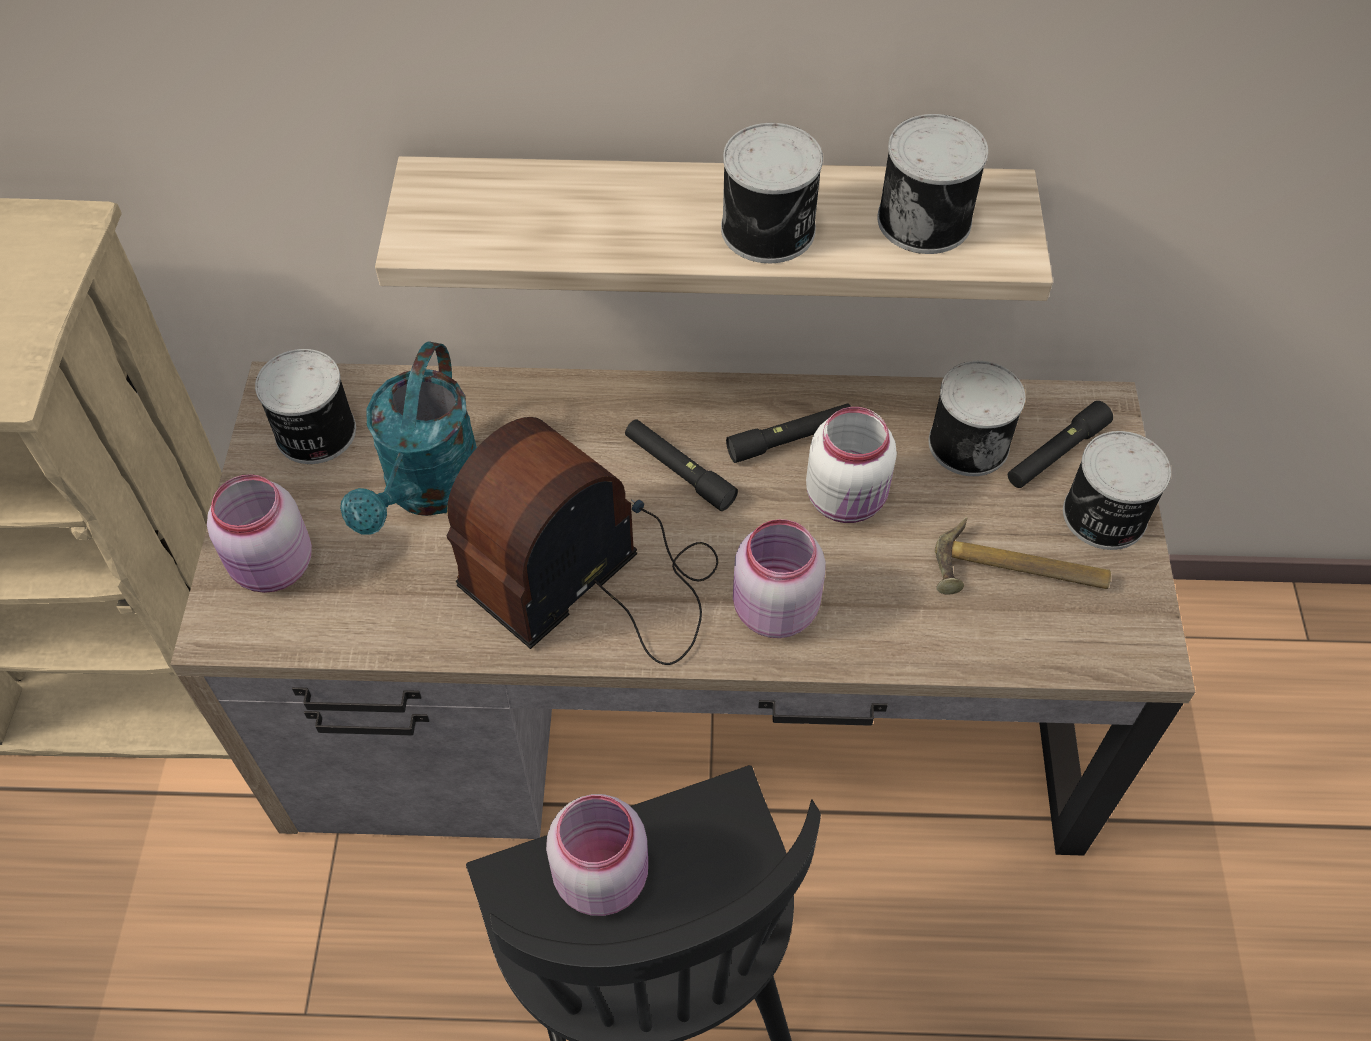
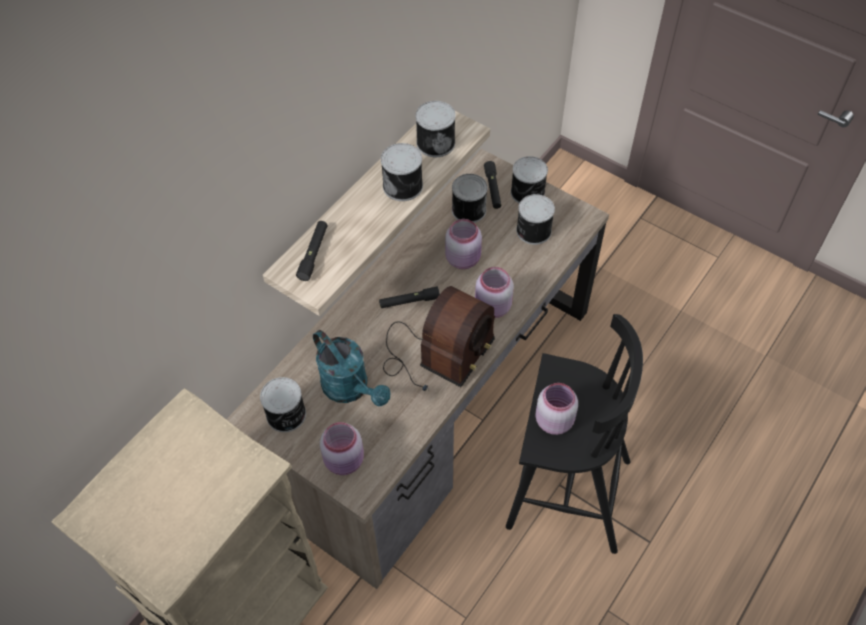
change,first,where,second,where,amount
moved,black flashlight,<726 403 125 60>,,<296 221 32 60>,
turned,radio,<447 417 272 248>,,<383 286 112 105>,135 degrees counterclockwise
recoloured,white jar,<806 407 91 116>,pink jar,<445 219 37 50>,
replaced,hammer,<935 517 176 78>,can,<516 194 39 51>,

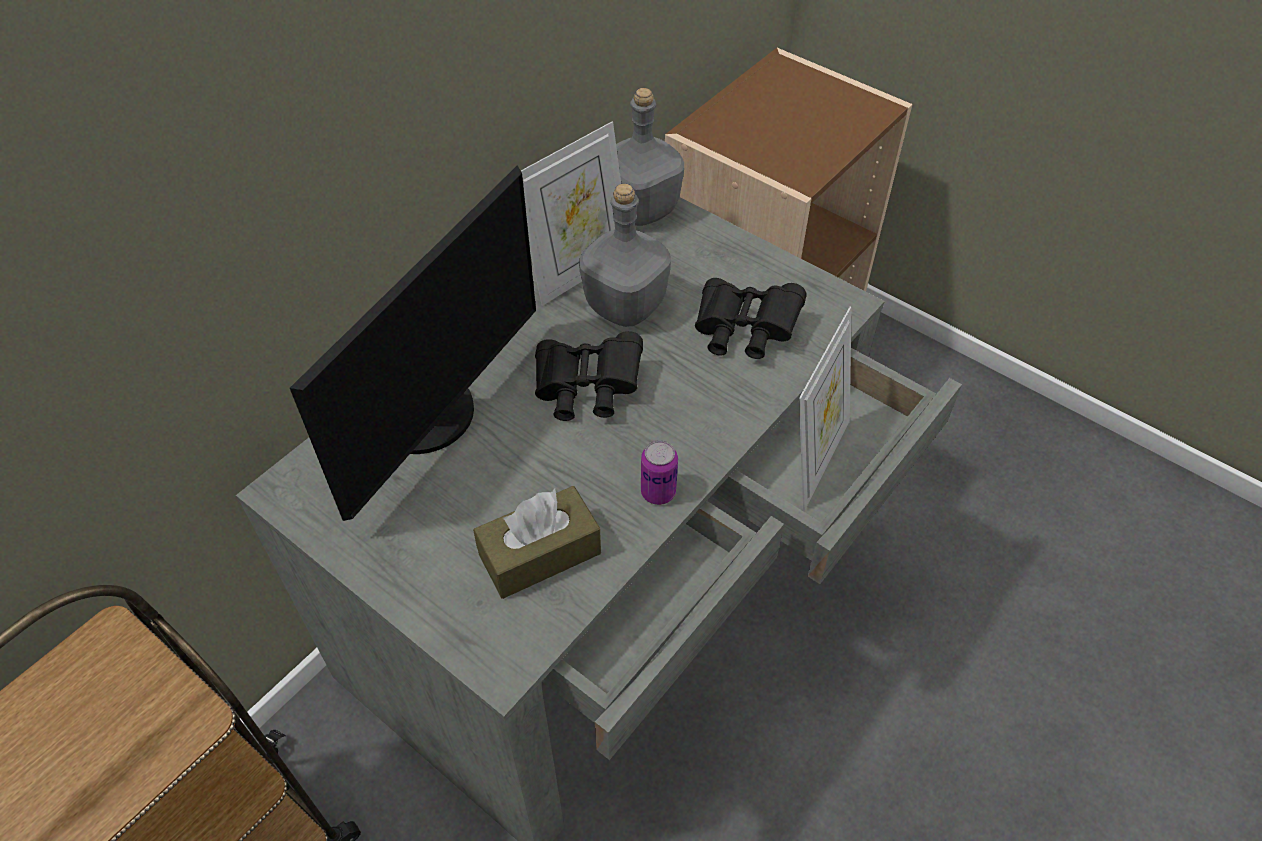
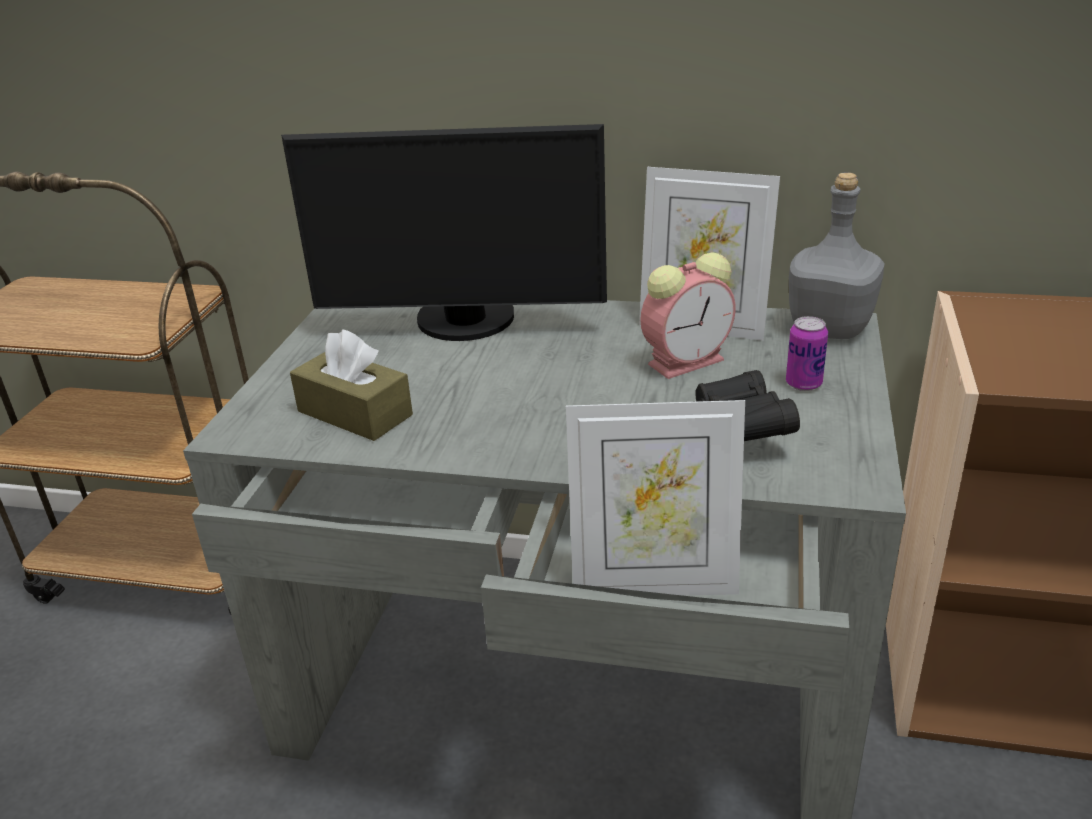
change,first,where,second,where,amount
replaced,grey bottle,<579 184 92 143>,alarm clock,<640 252 96 127>,
moved,can,<641 440 37 65>,,<786 316 42 75>,
removed,black binoculars,<535 331 108 90>,,,

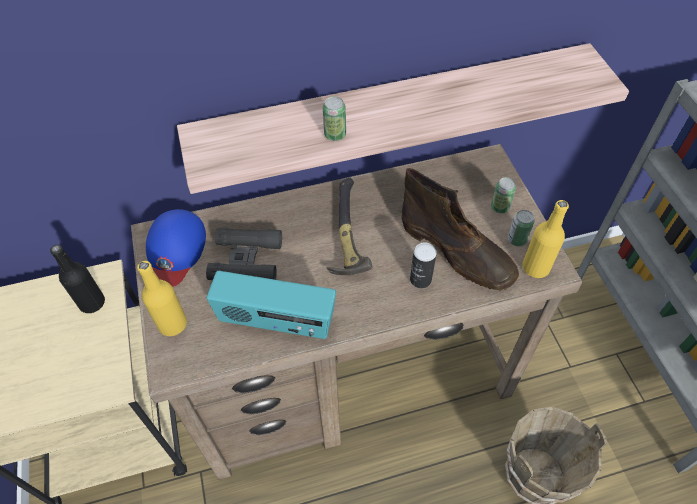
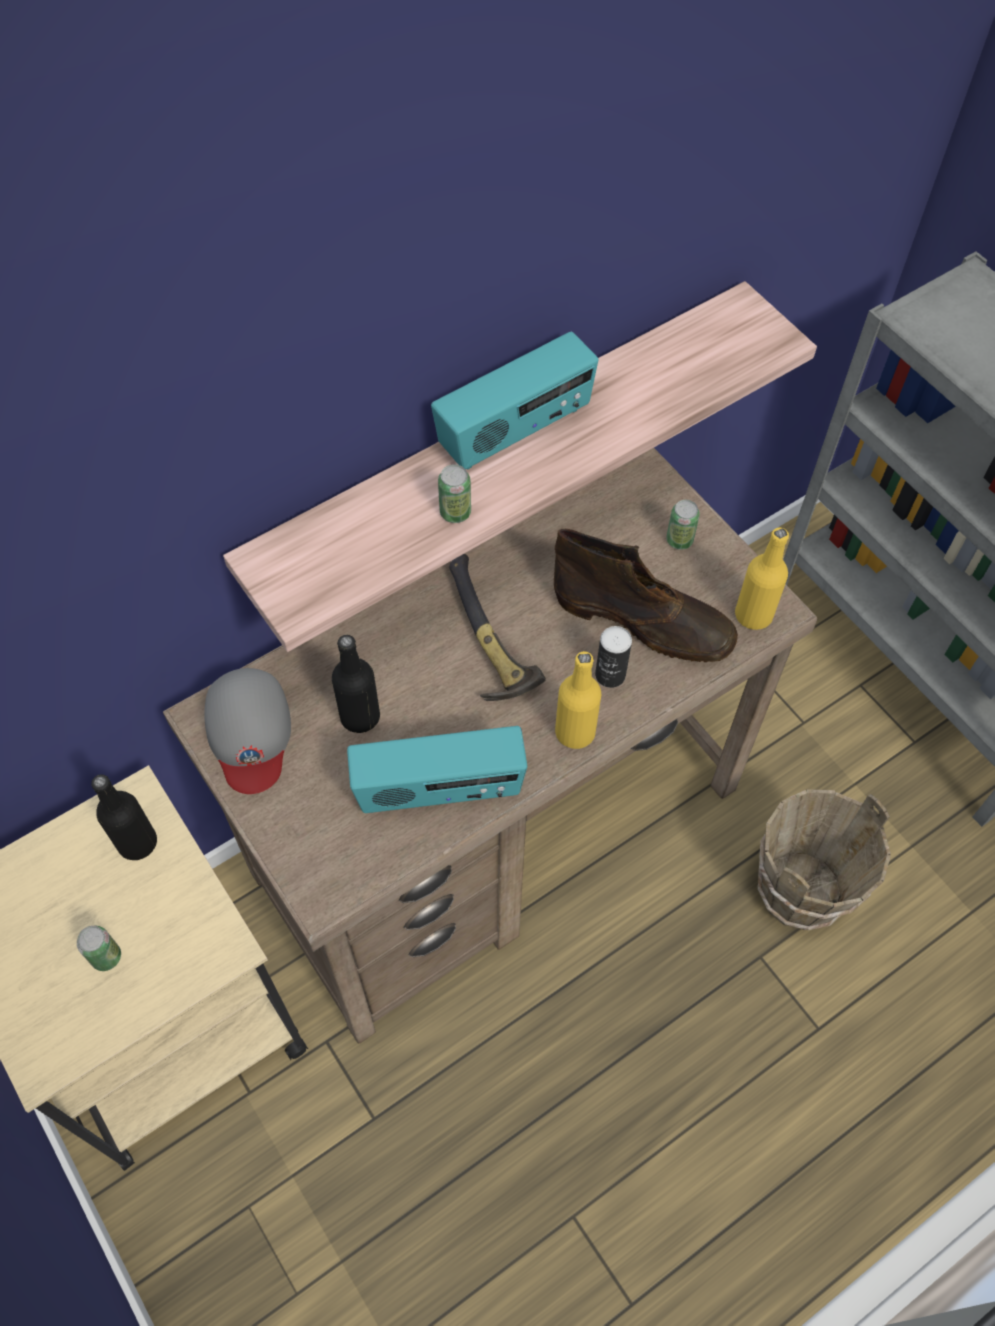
change,first,where,second,where,amount
moved,can,<508 210 27 36>,,<77 925 44 46>,
recoloured,blue cap,<146 209 60 78>,grey cap,<204 668 87 126>,
replaced,black binoculars,<206 228 76 53>,black bottle,<332 635 48 98>,
added,,,radio,<431 332 167 137>,
moved,yellow bottle,<137 261 50 75>,,<555 651 46 98>,

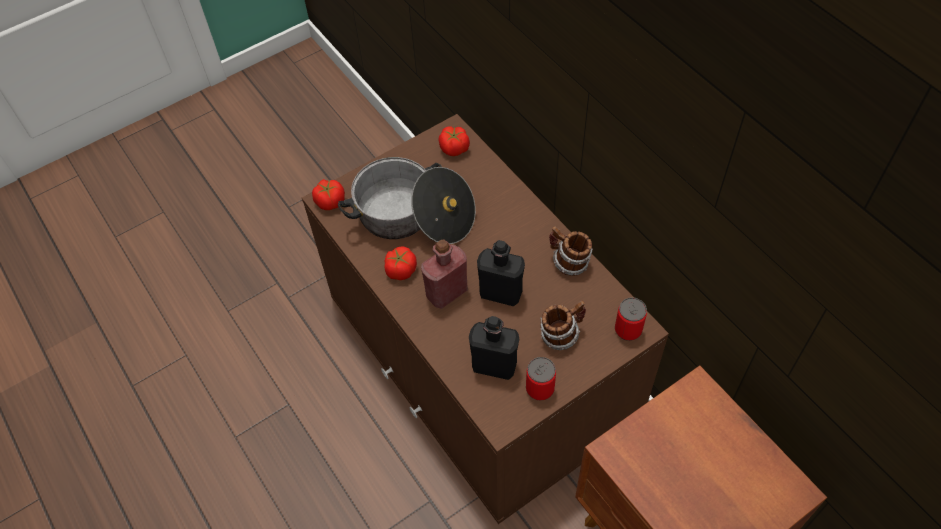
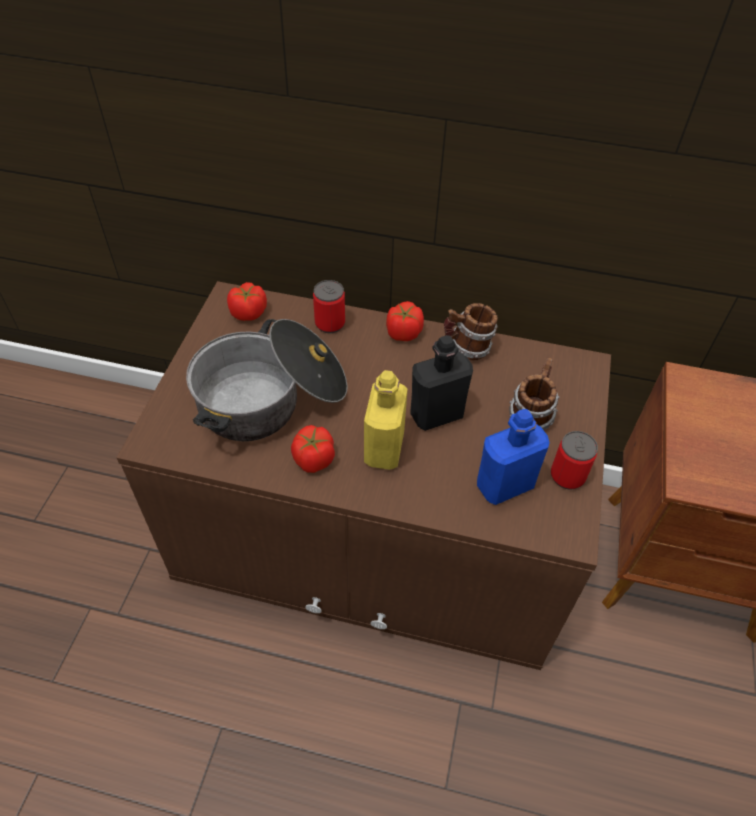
change,first,where,second,where,amount
moved,can,<615 297 32 44>,,<313 280 32 53>,
recoloured,red bottle,<421 240 47 69>,yellow bottle,<364 370 44 100>,
moved,tomato,<312 179 33 31>,,<386 301 38 40>,
recoloured,black bottle,<469 316 50 64>,blue bottle,<477 409 73 96>,

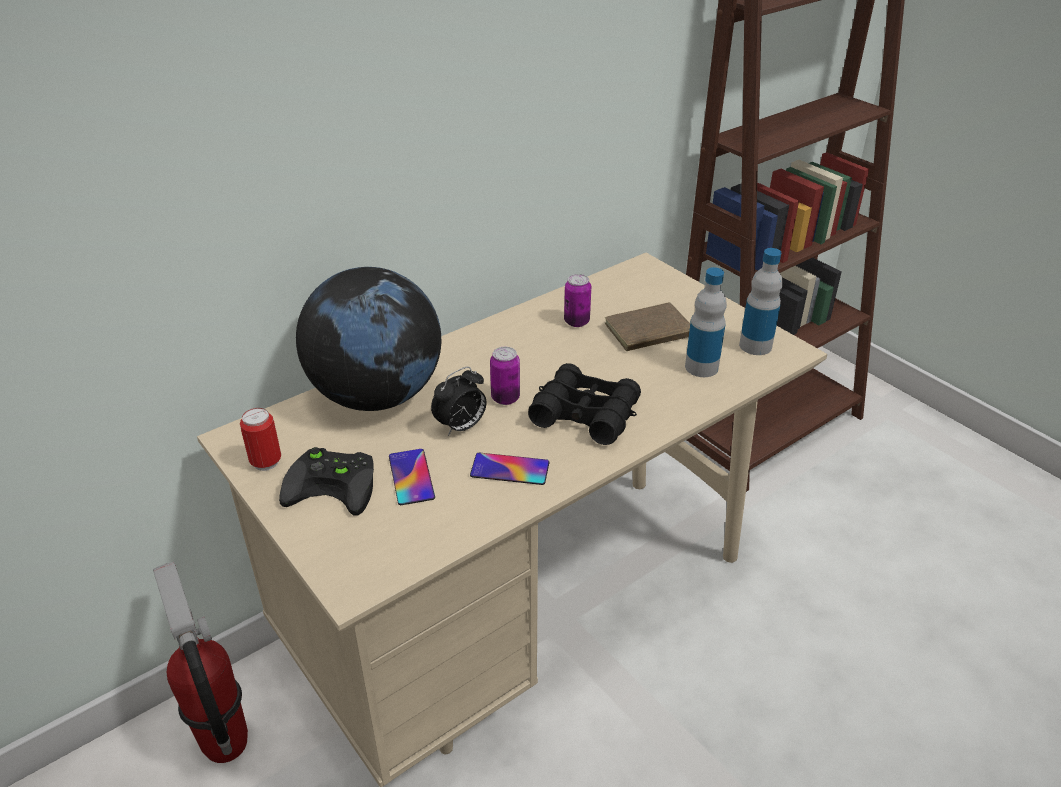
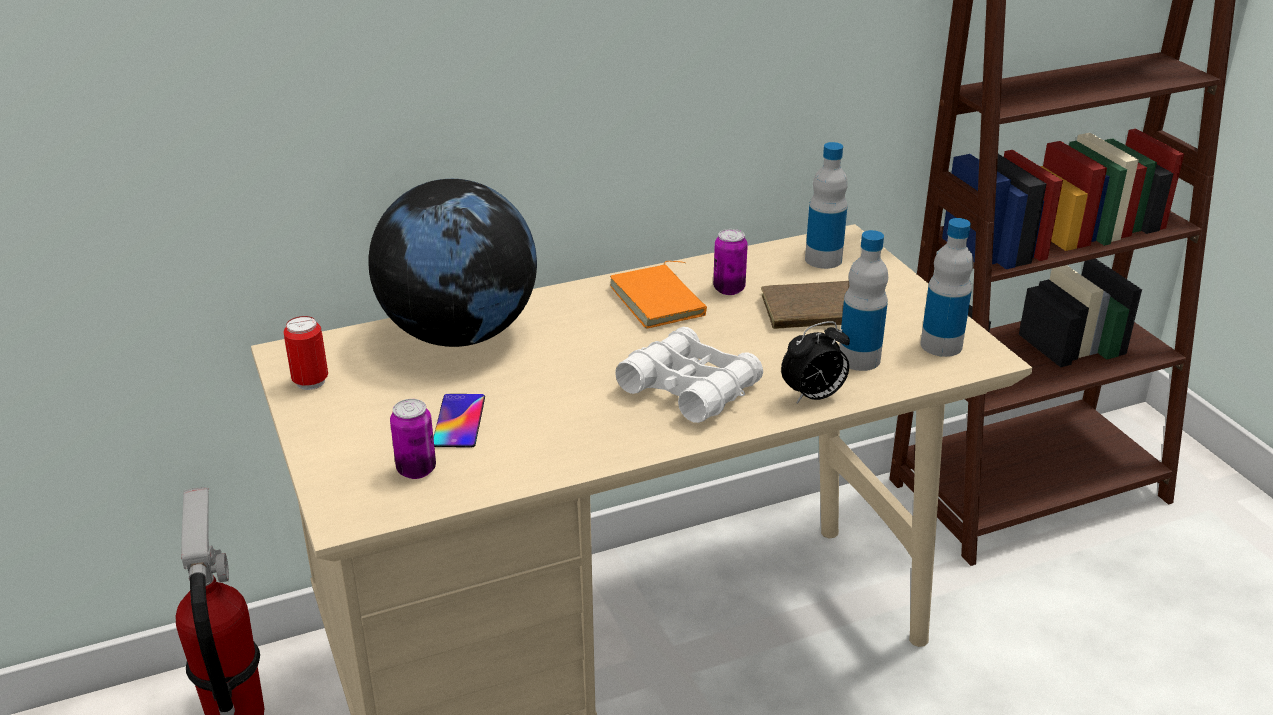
change,first,where,second,where,amount
moved,can,<490 347 30 58>,,<390 399 46 80>,
added,,,orange book,<610 261 97 68>,
recoloured,black binoculars,<528 363 113 82>,white binoculars,<615 327 148 96>,
moved,alarm clock,<431 367 55 69>,,<781 321 69 83>,
added,,,bottle,<805 142 43 127>,
removed,black game controller,<279 447 95 69>,,,
removed,phone,<470 453 80 32>,,,

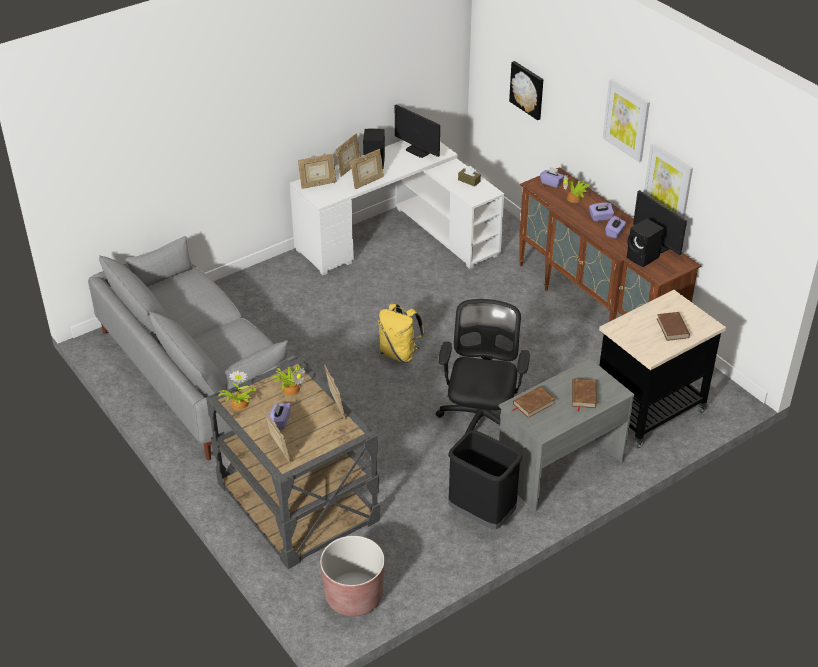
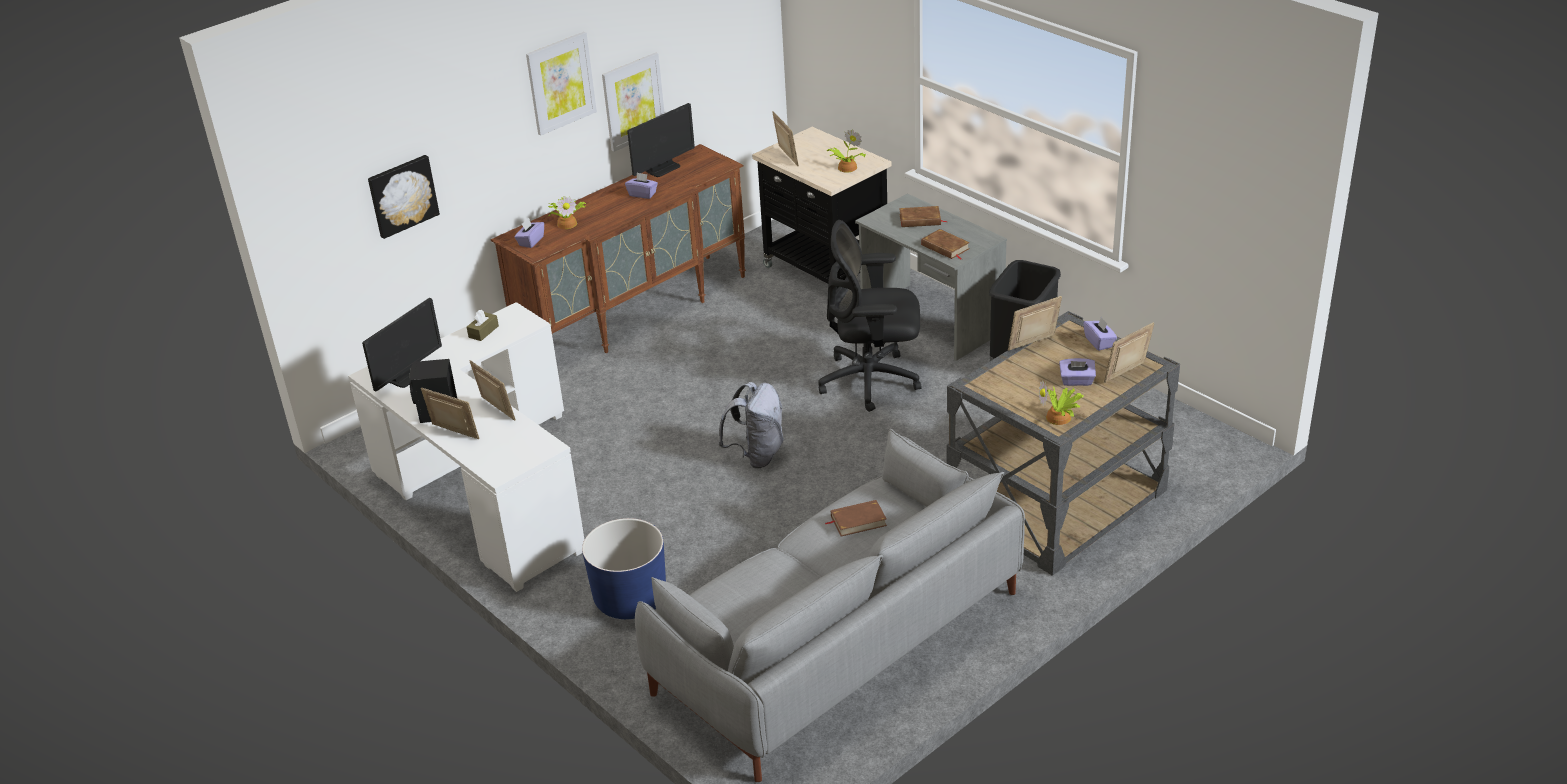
change,first,where,second,where,amount
added,,,blue planter,<582 518 84 101>,
recoloured,yellow backpack,<378 304 47 59>,grey backpack,<718 382 66 87>,
moved,picture frame,<298 154 38 35>,,<772 111 27 55>,
moved,brown book,<657 312 33 29>,,<826 500 61 37>,
moved,potted plant,<272 365 33 31>,,<827 129 39 44>,
moved,purple tissue box,<589 202 25 19>,,<1083 316 34 35>,
removed,brown planter,<320 536 65 81>,,,
removed,black speaker,<627 218 37 49>,,,

